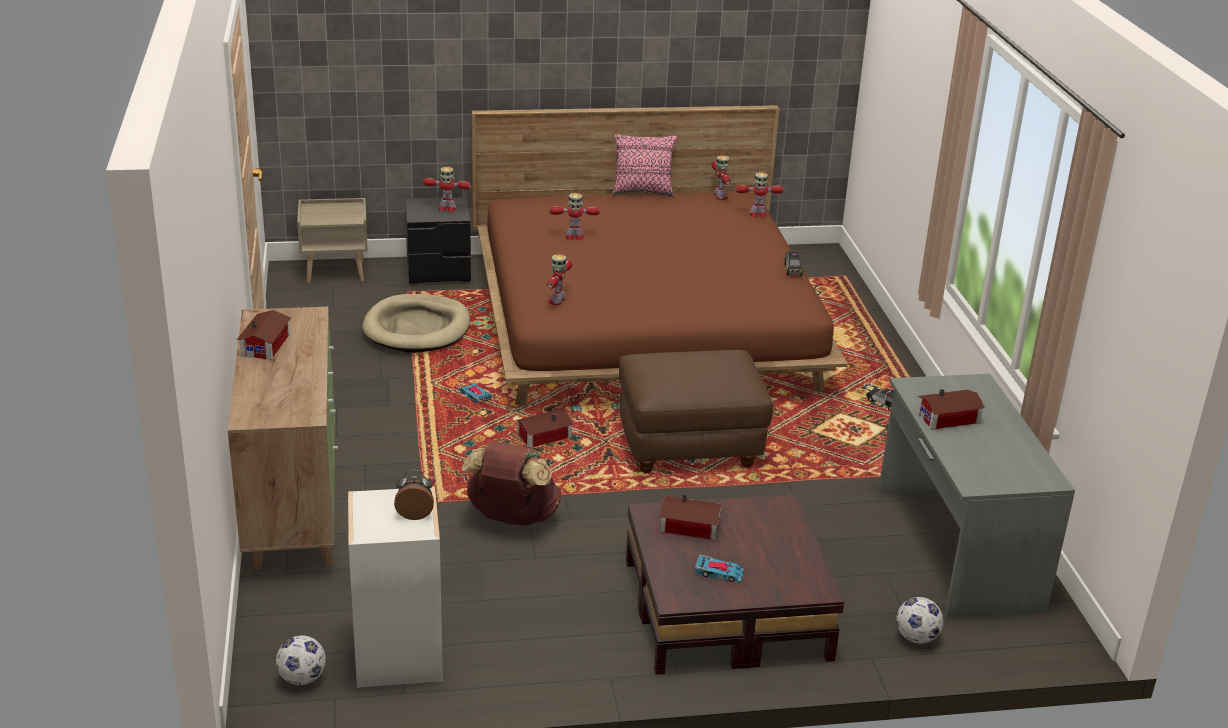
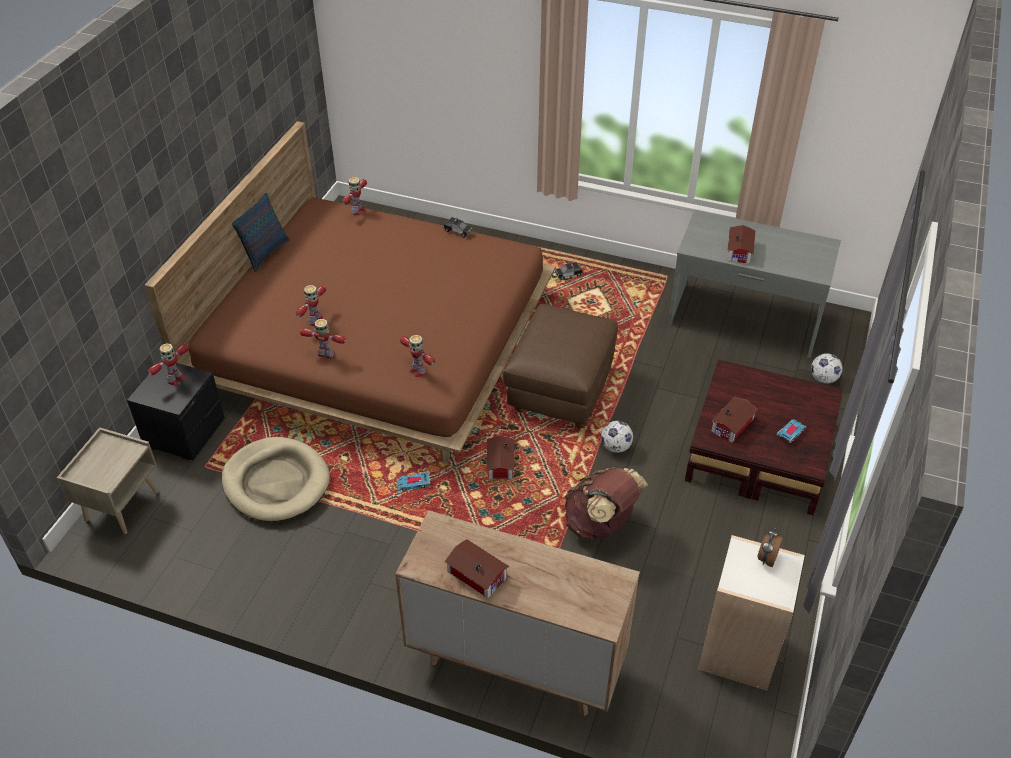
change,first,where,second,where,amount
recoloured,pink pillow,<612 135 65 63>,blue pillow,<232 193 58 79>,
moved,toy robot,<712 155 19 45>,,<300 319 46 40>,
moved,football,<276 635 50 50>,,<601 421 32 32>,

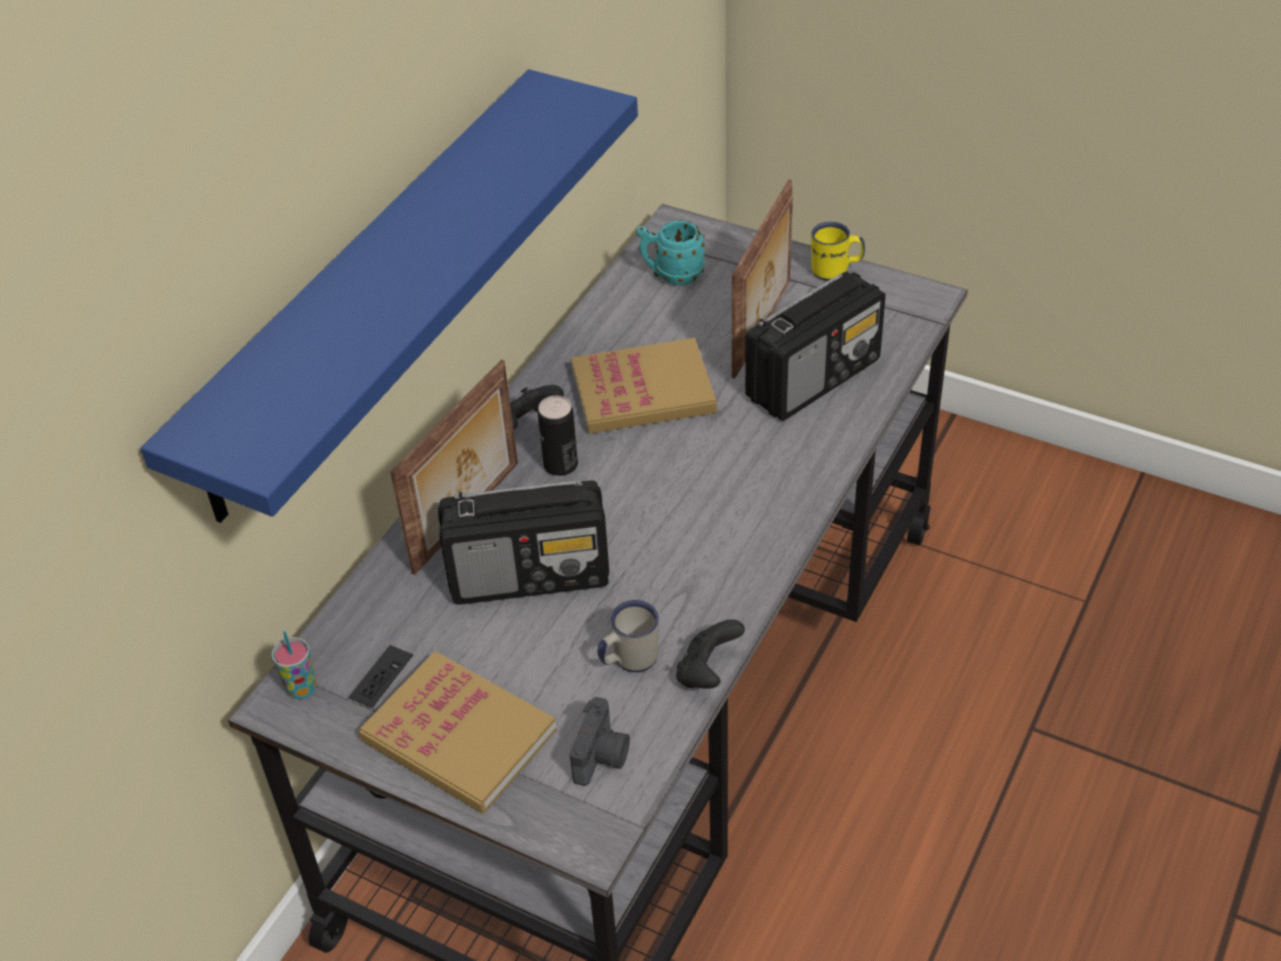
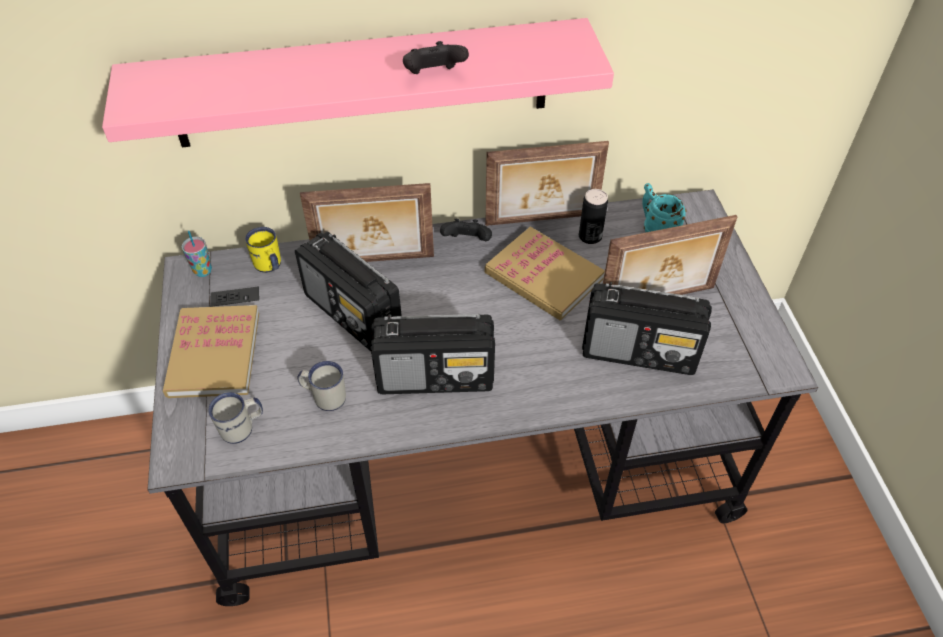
change,first,where,second,where,amount
recoloured,blue shelf,<140 69 498 454>,pink shelf,<102 18 512 129>,
replaced,photo camera,<570 697 60 89>,white mug,<208 392 55 52>,
moved,yellow mug,<811 222 54 59>,,<245 227 36 46>,
added,,,radio,<371 314 124 80>,
moved,black game controller,<676 619 69 70>,,<403 41 66 33>,
added,,,picture frame,<485 141 124 85>,
moved,can,<538 396 40 80>,,<579 189 29 55>,

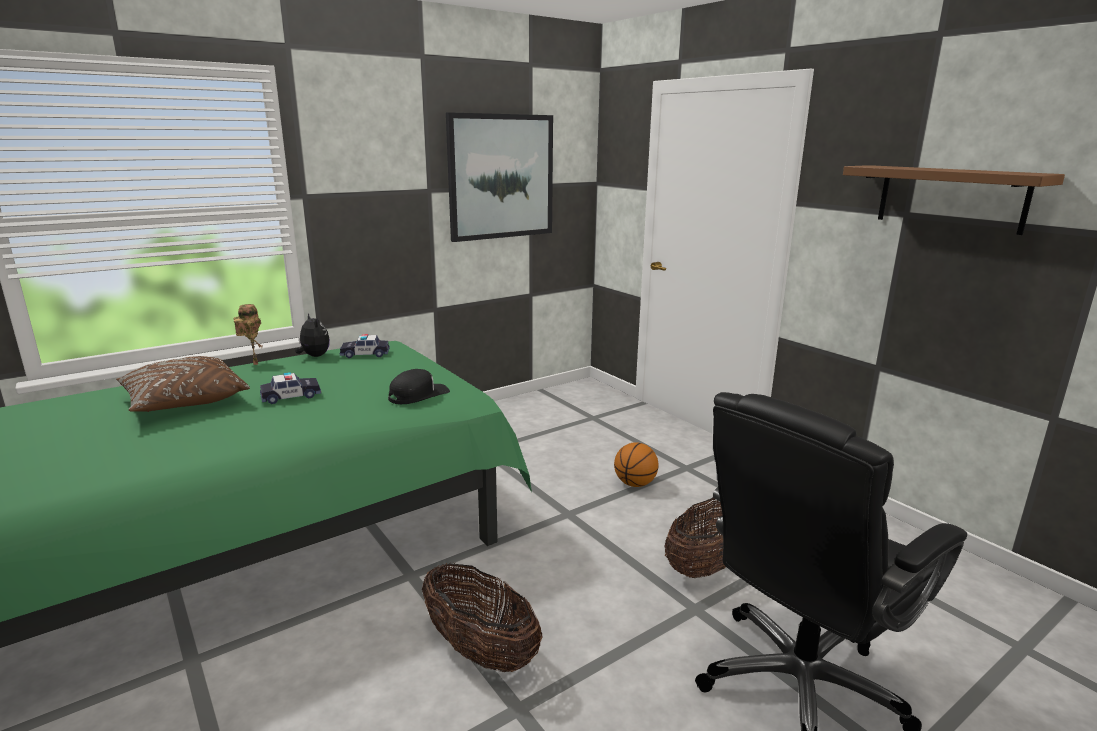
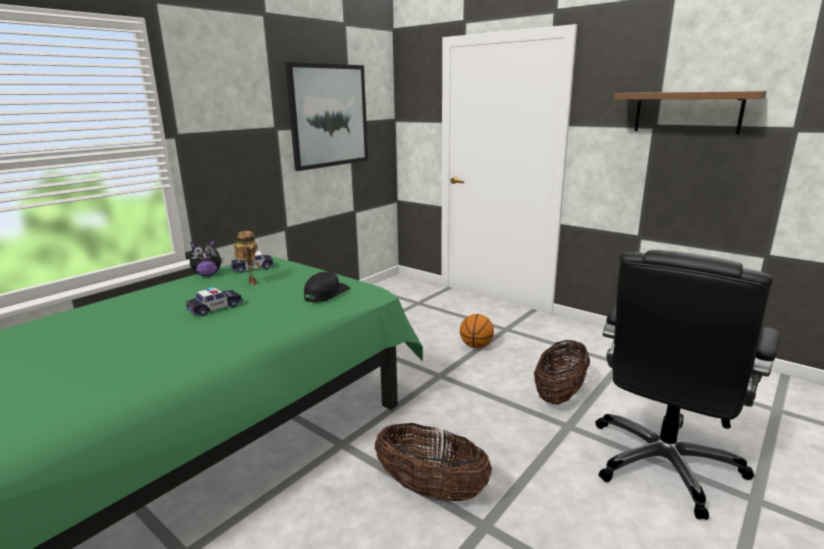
change,first,where,second,where,amount
turned,plush toy,<295 313 35 44>,,<190 239 33 37>,120 degrees clockwise
moved,toy robot,<234 304 28 61>,,<233 231 29 54>,
removed,brown pillow,<116 356 134 56>,,,

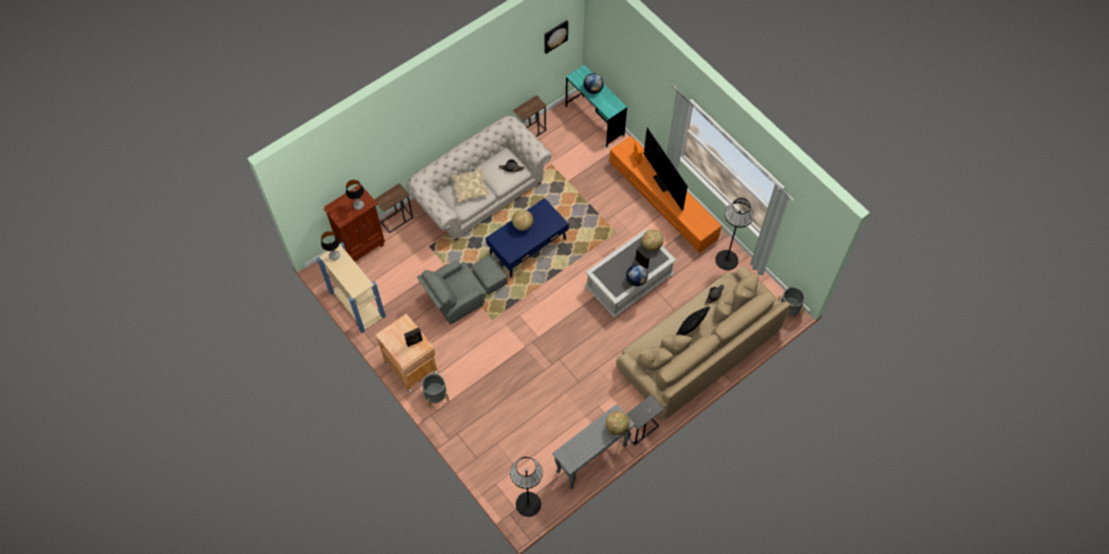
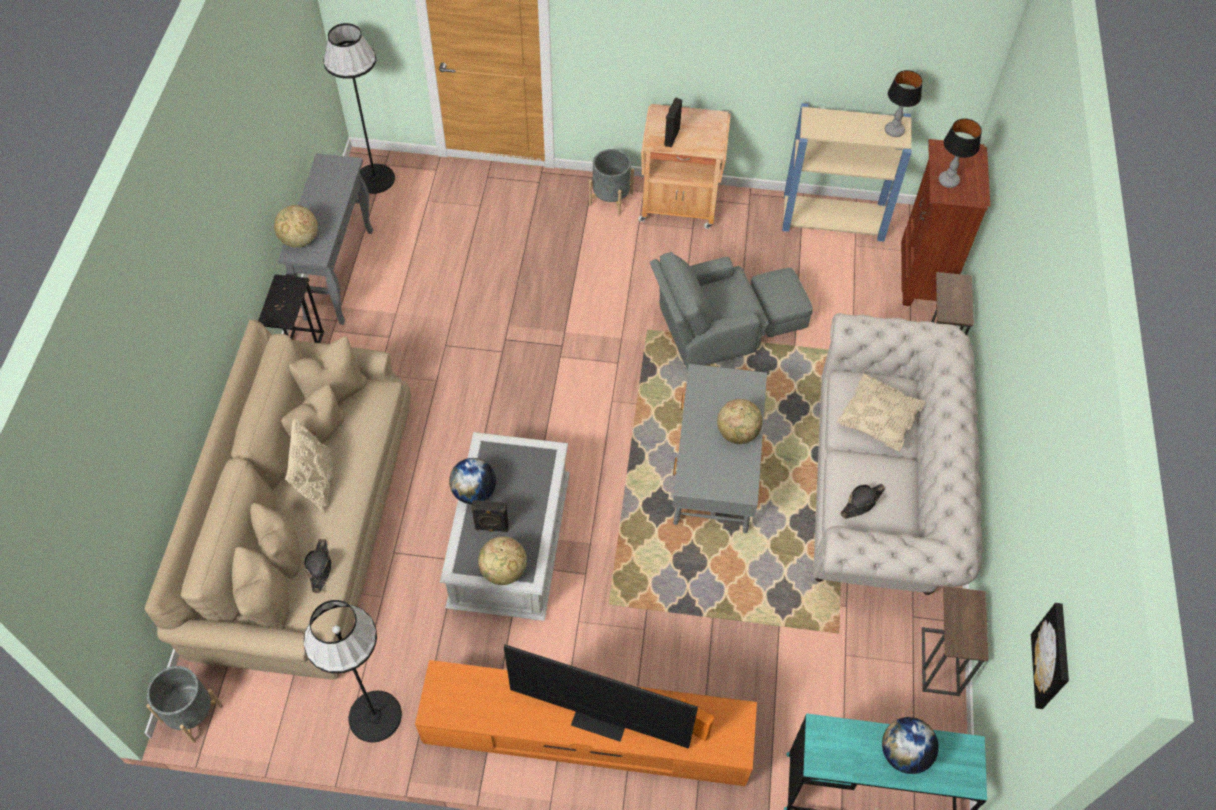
change,first,where,second,where,amount
recoloured,black pillow,<676 307 34 28>,beige pillow,<285 418 48 96>,
turned,grey armchair,<417 255 90 70>,,<649 252 164 118>,120 degrees counterclockwise
recoloured,blue coffee table,<486 198 83 79>,grey coffee table,<673 364 94 169>,

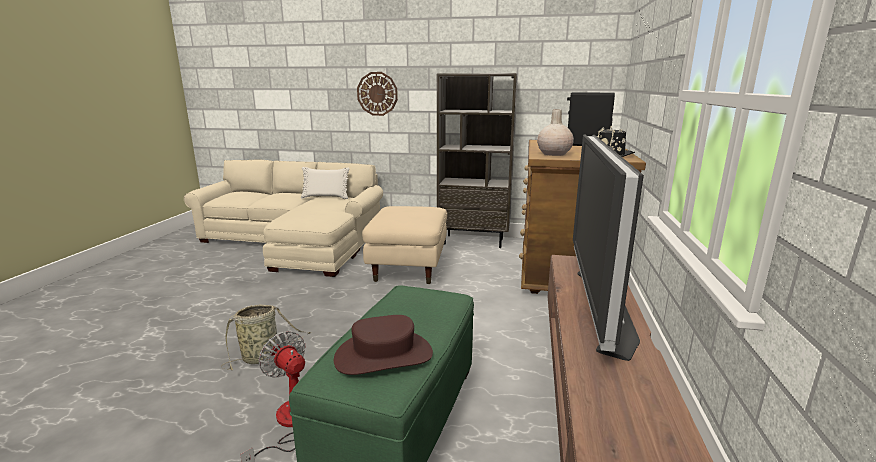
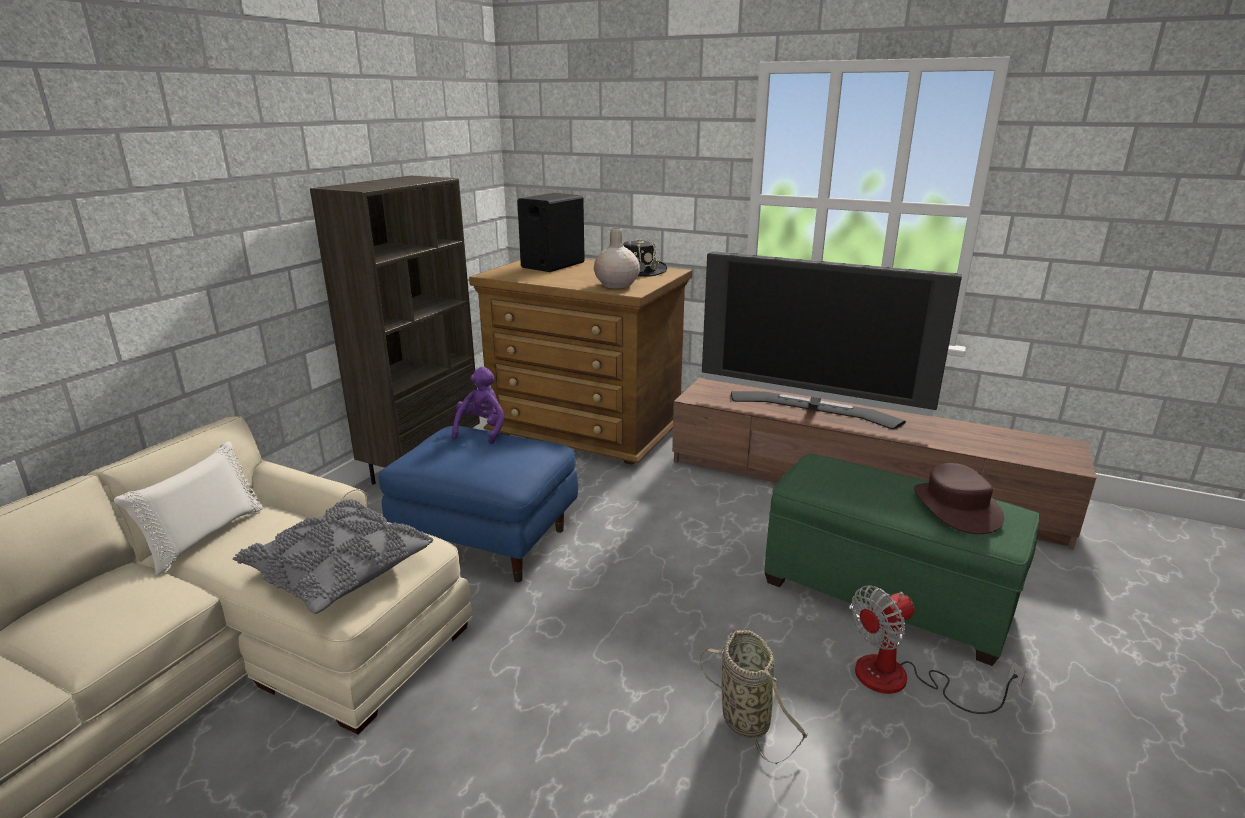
change,first,where,second,where,amount
added,,,grey pillow,<233 499 200 115>,
recoloured,beige ottoman,<362 206 85 78>,blue ottoman,<378 426 200 156>,
added,,,purple plush toy,<452 367 53 77>,
removed,wall clock,<357 72 41 44>,,,

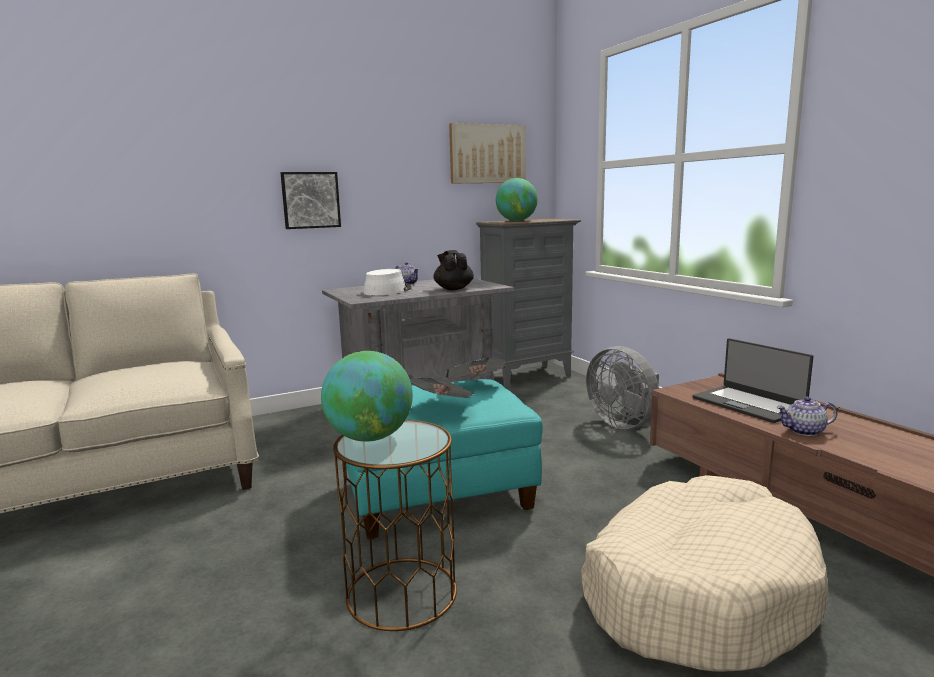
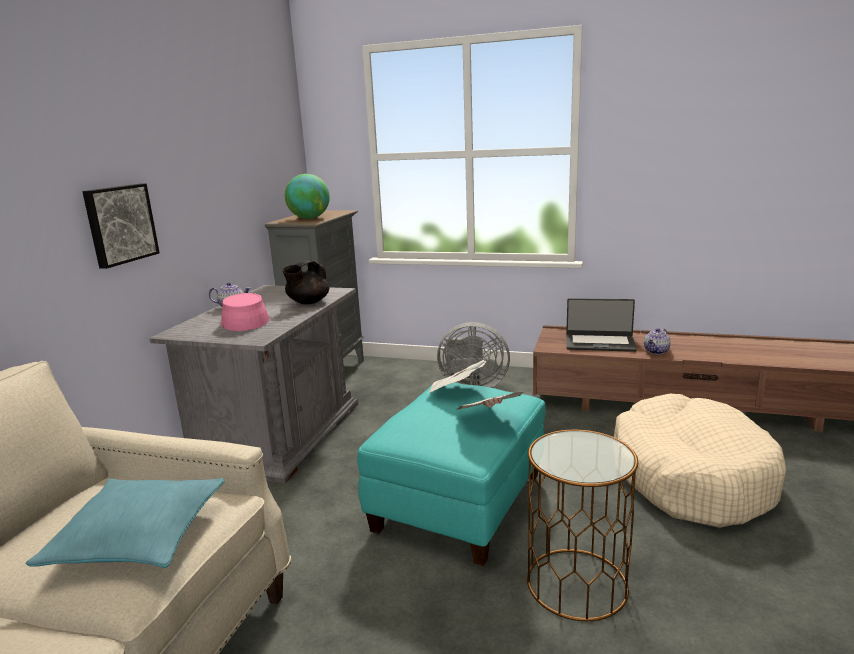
change,first,where,second,where,amount
added,,,turquoise pillow,<25 478 200 90>,
recoloured,white hat,<364 269 48 27>,pink hat,<221 293 48 38>,
turned,black teapot,<433 250 41 40>,,<282 260 47 44>,75 degrees counterclockwise
removed,globe,<321 351 92 91>,,,
removed,picture,<449 123 77 61>,,,

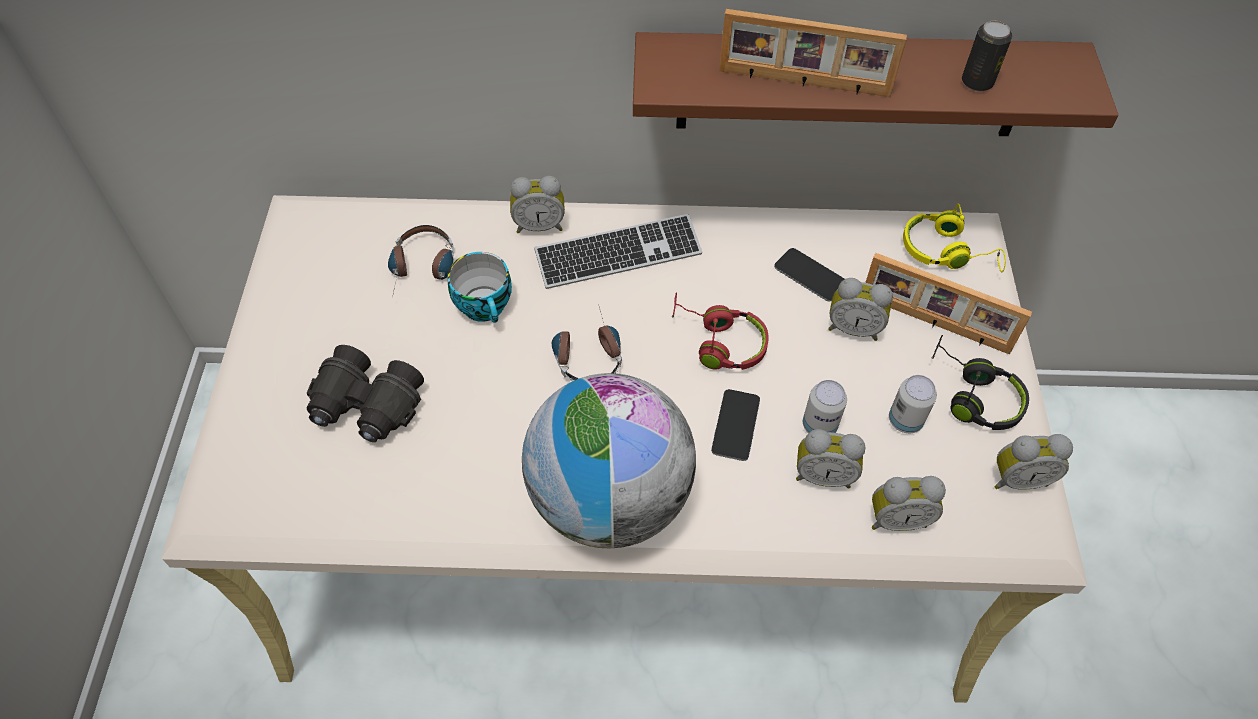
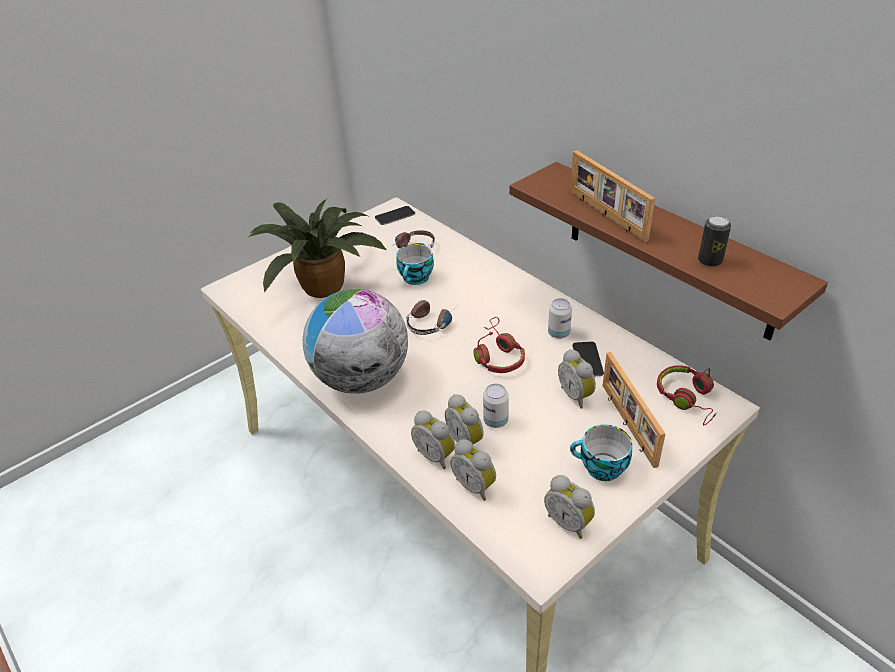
change,first,where,second,where,amount
replaced,black binoculars,<306 345 118 97>,potted plant,<247 199 139 99>,
moved,phone,<711 389 49 72>,,<375 206 40 19>,
moved,alarm clock,<510 176 55 57>,,<411 410 44 59>,
moved,can,<889 375 48 58>,,<548 298 24 41>,
replaced,black headphones,<932 335 97 95>,cup,<570 425 62 56>,
recoloured,yellow headphones,<903 203 103 69>,red headphones,<657 365 59 60>,
removed,keyboard,<534 214 168 75>,,,

